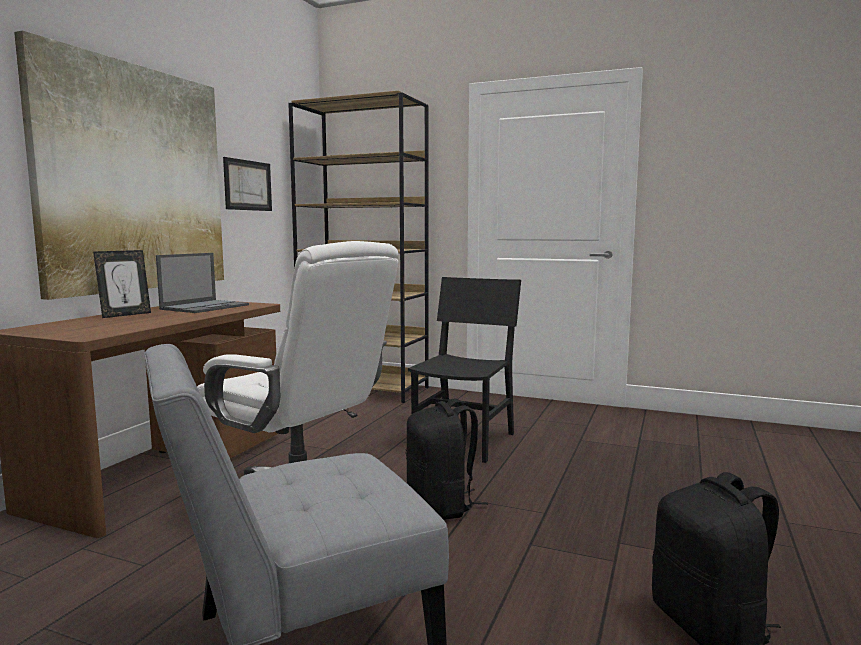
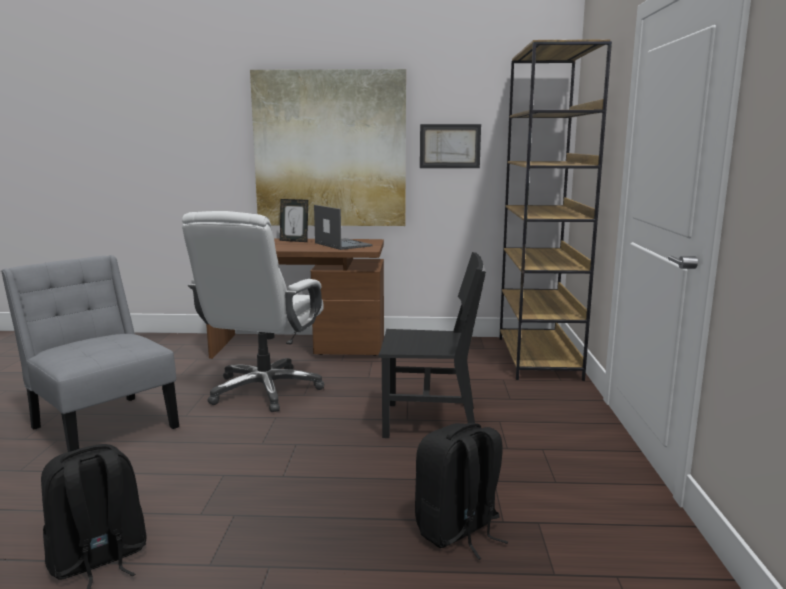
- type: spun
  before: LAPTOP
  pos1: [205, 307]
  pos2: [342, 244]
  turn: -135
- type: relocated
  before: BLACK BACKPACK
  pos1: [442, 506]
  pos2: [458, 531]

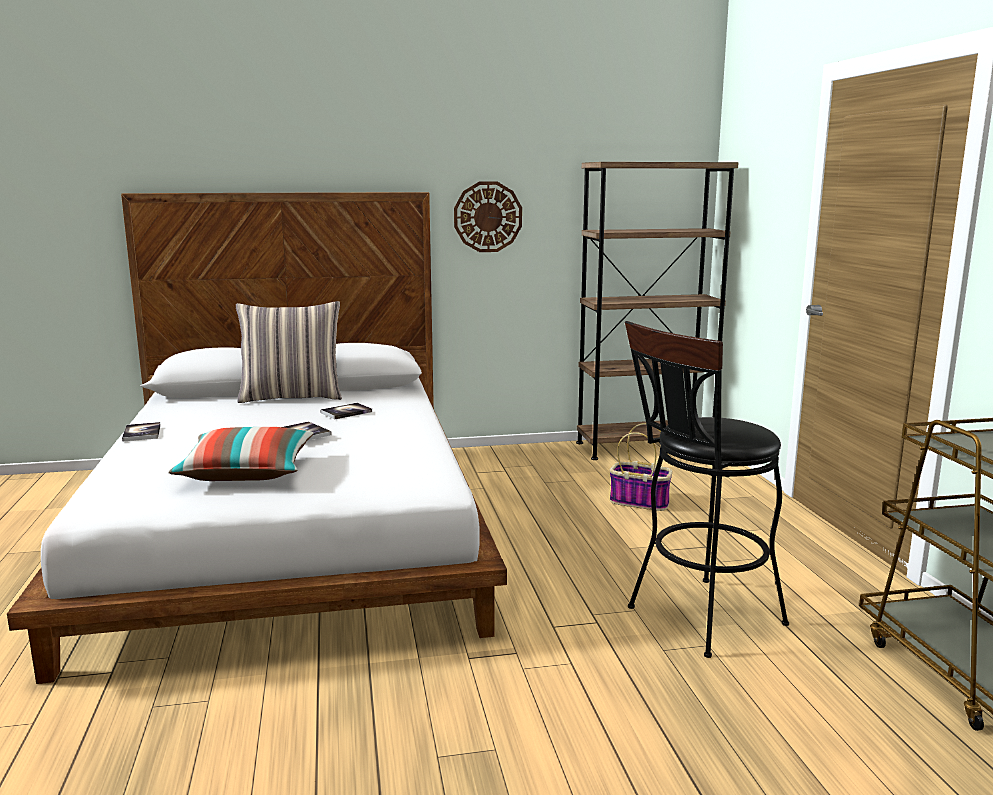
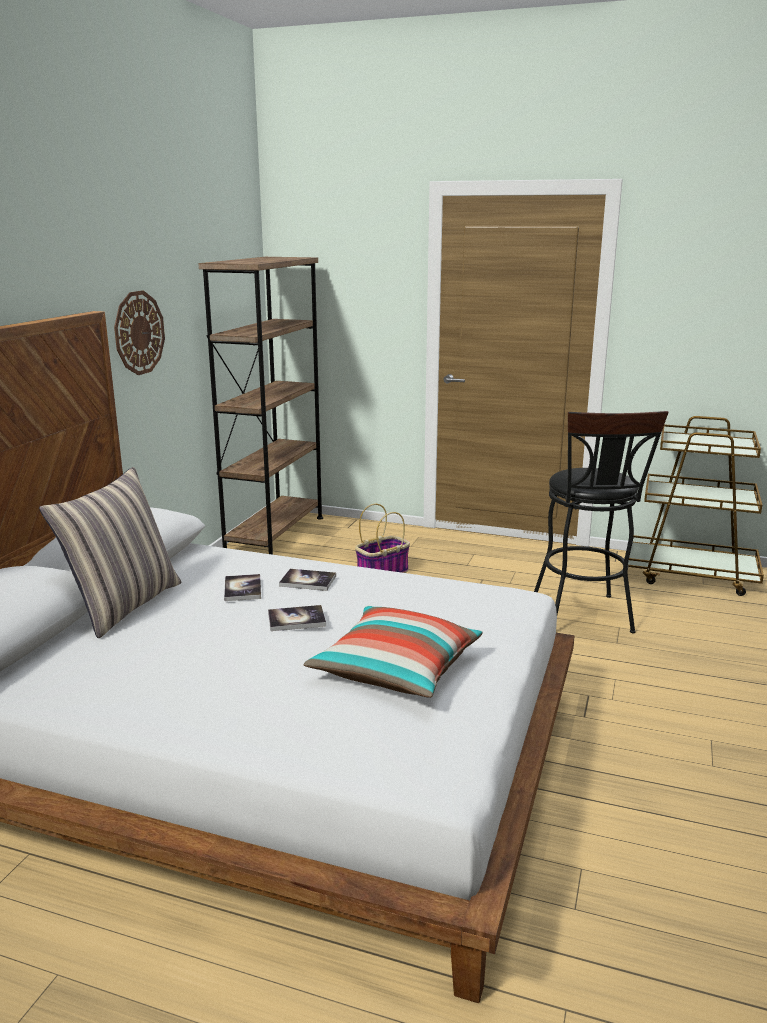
- type: relocated
  before: BOOK
  pos1: [142, 433]
  pos2: [308, 581]

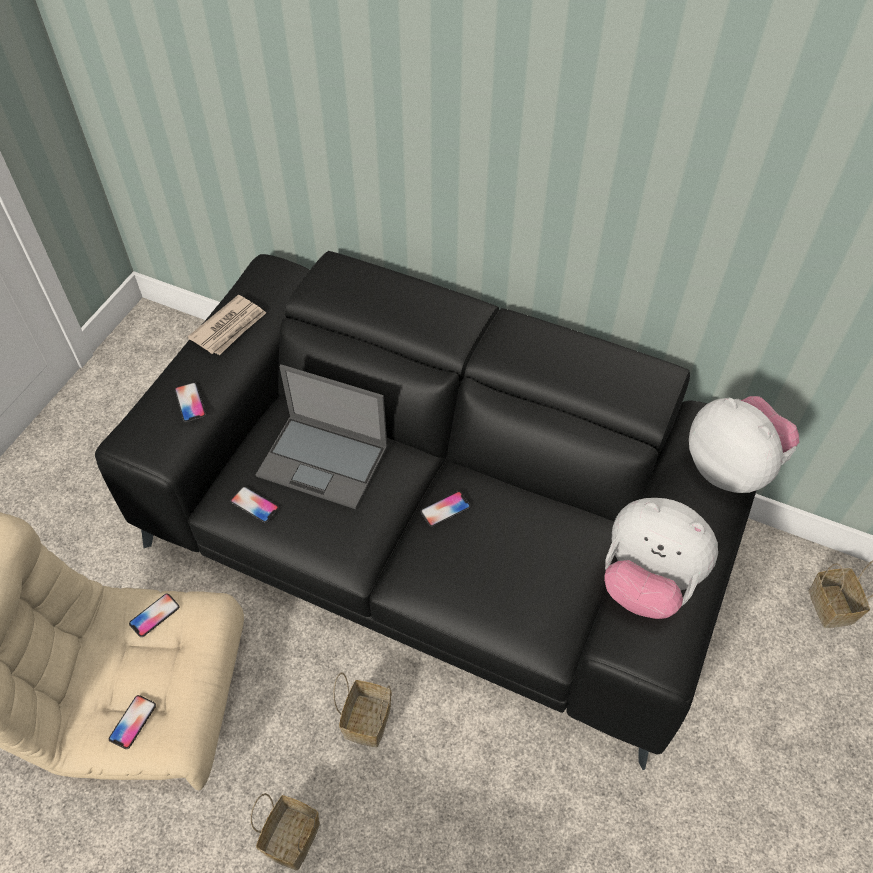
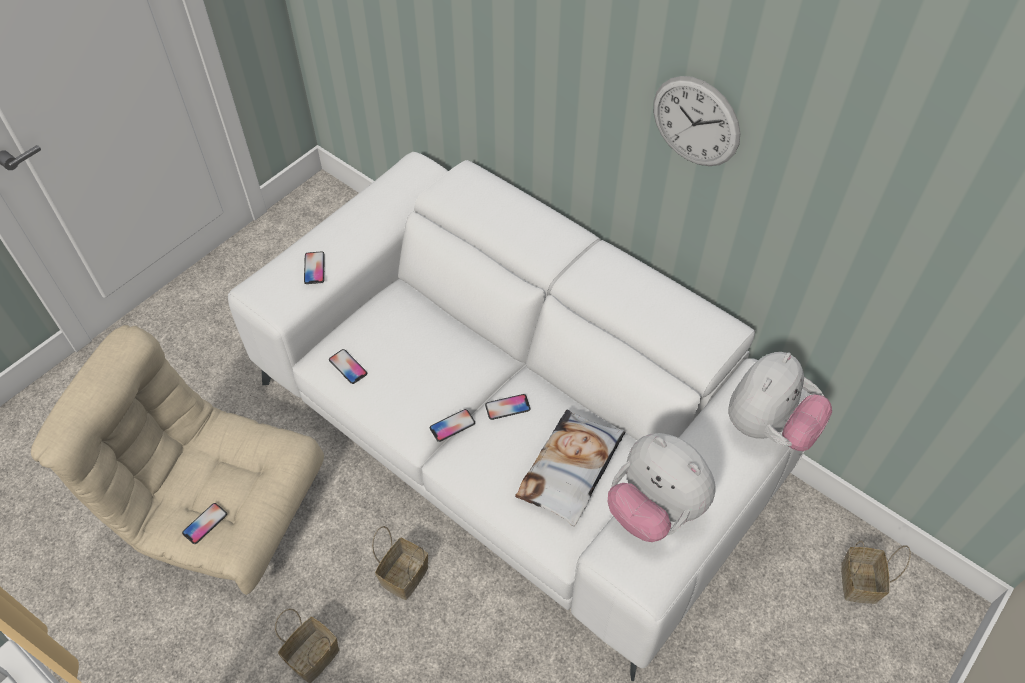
- type: colour
  before: BLACK SOFA
  after: WHITE SOFA
  pos1: [438, 534]
  pos2: [514, 431]
- type: missing
  before: NEWSPAPER
  pos1: [229, 327]
- type: missing
  before: LAPTOP
  pos1: [324, 461]
- type: spun
  before: PLUSH TOY
  pos1: [731, 467]
  pos2: [768, 427]
  turn: 60
- type: relocated
  before: PHONE
  pos1: [154, 615]
  pos2: [452, 426]
- type: appeared
  after: WALL CLOCK
  pos2: [695, 122]
- type: appeared
  after: PILLOW
  pos2: [571, 470]

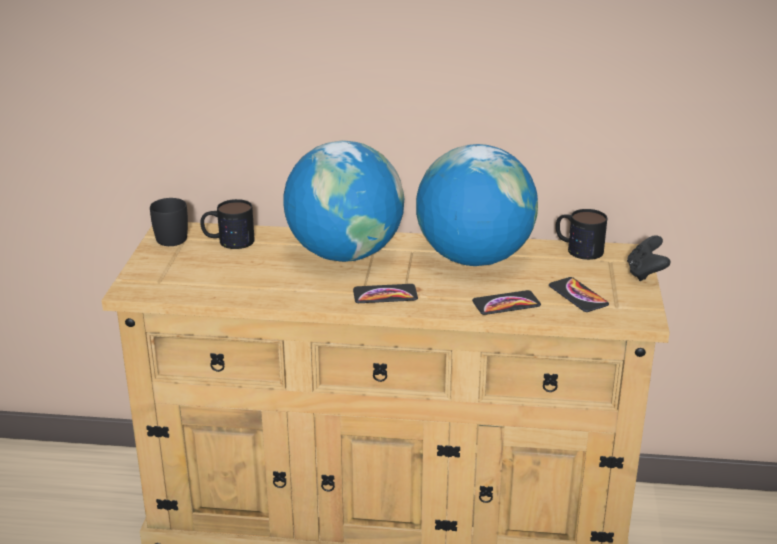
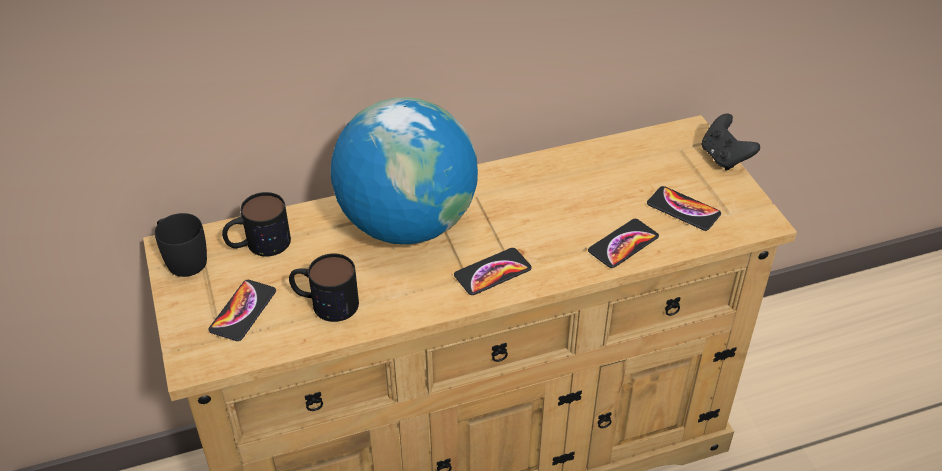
- type: missing
  before: GLOBE
  pos1: [474, 258]
- type: relocated
  before: MUG
  pos1: [577, 248]
  pos2: [325, 303]
- type: appeared
  after: PHONE
  pos2: [243, 311]

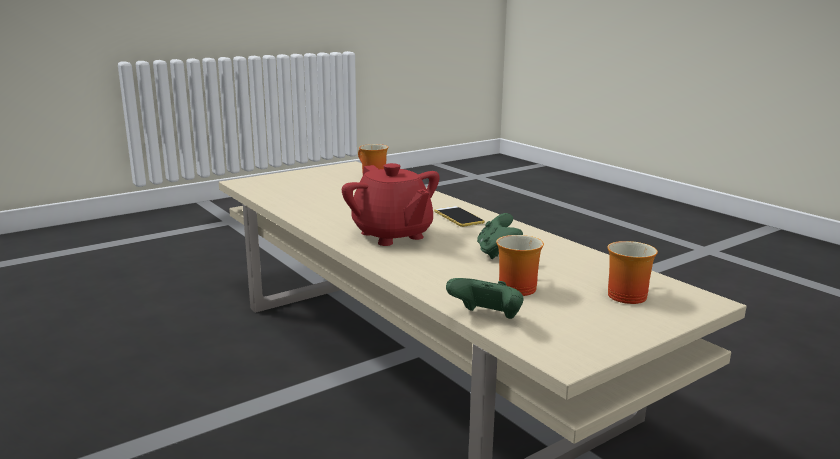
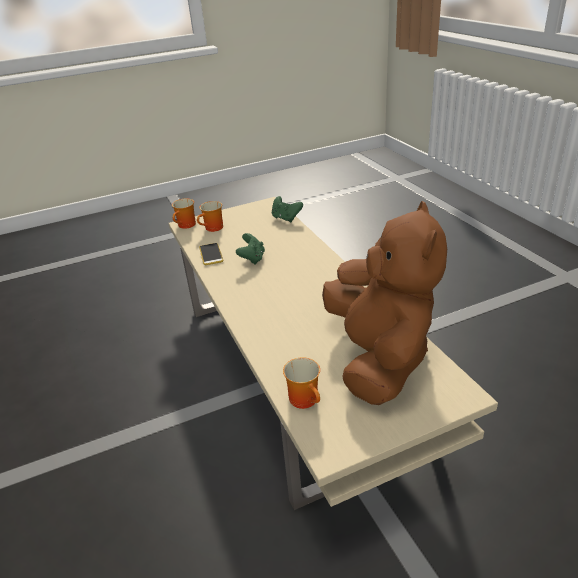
- type: missing
  before: RED TEAPOT
  pos1: [392, 235]
- type: relocated
  before: PHONE
  pos1: [458, 217]
  pos2: [211, 254]
- type: relocated
  before: MUG
  pos1: [514, 286]
  pos2: [187, 225]
- type: appeared
  after: BROWN PLUSH TOY
  pos2: [379, 358]

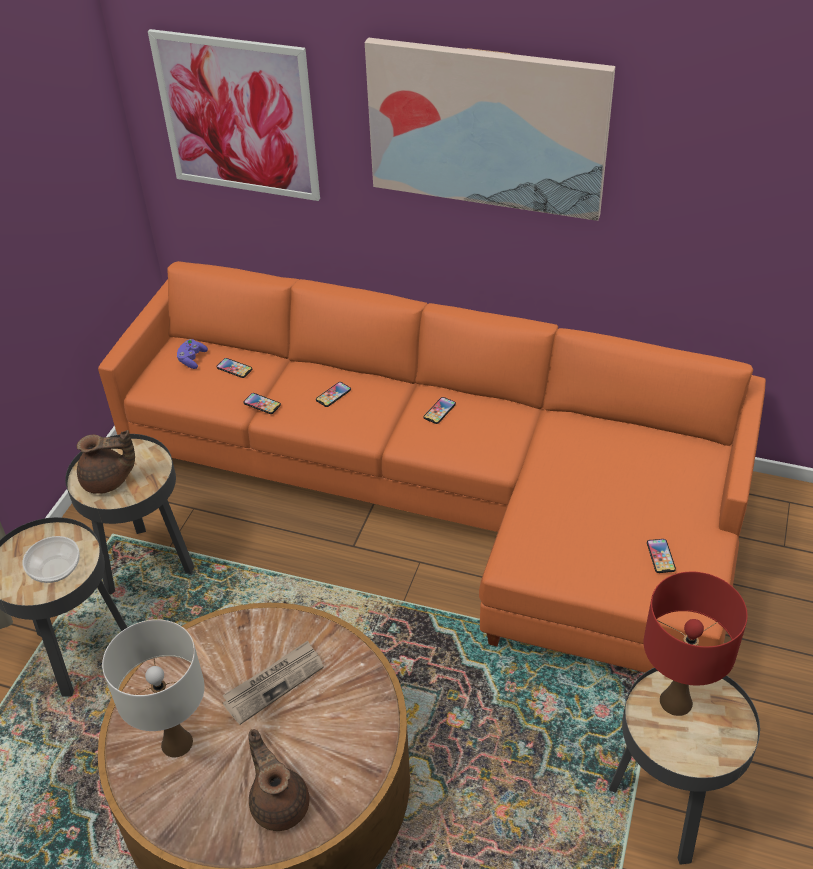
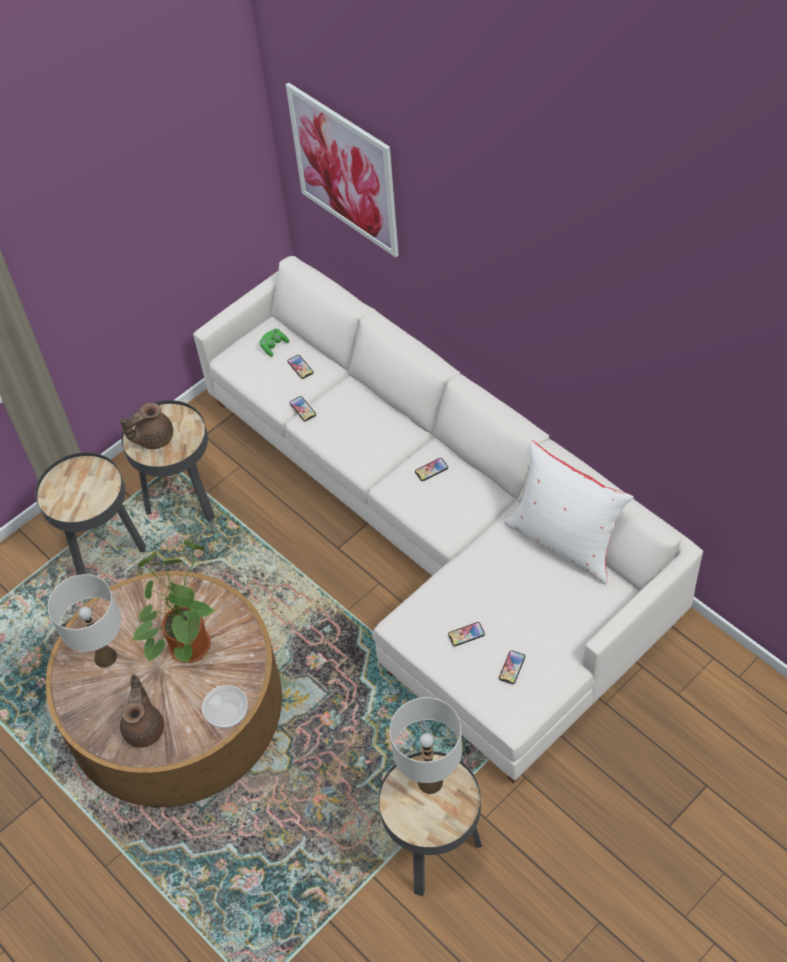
- type: missing
  before: PICTURE
  pos1: [487, 127]
- type: colour
  before: ORANGE SOFA
  after: WHITE SOFA
  pos1: [454, 494]
  pos2: [442, 535]
- type: colour
  before: PURPLE GAME CONTROLLER
  after: GREEN GAME CONTROLLER
  pos1: [192, 359]
  pos2: [274, 346]
- type: relocated
  before: PHONE
  pos1: [333, 395]
  pos2: [466, 634]
- type: spun
  before: BROWN TEAPOT
  pos1: [108, 481]
  pos2: [153, 438]
  turn: 120
- type: relocated
  before: BOWL
  pos1: [56, 569]
  pos2: [227, 712]
- type: colour
  before: RED TABLE LAMP
  after: WHITE TABLE LAMP
  pos1: [676, 702]
  pos2: [430, 782]
- type: exchanged
  before: NEWSPAPER
  after: POTTED PLANT
  pos1: [274, 683]
  pos2: [187, 642]
- type: appeared
  after: WHITE PILLOW
  pos2: [564, 541]

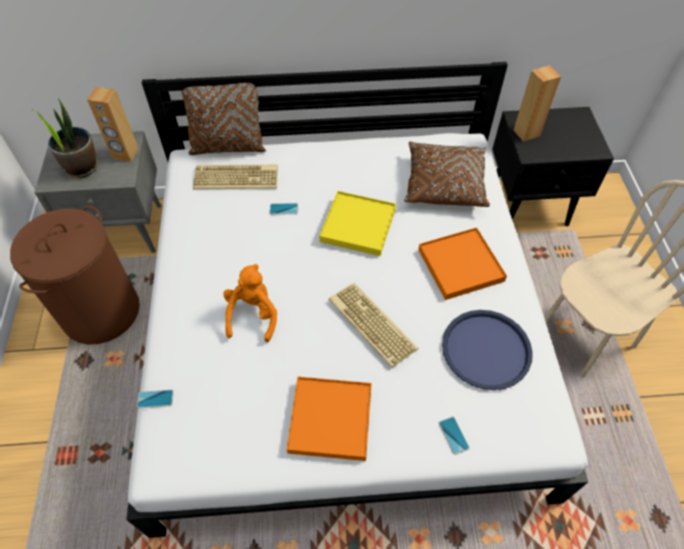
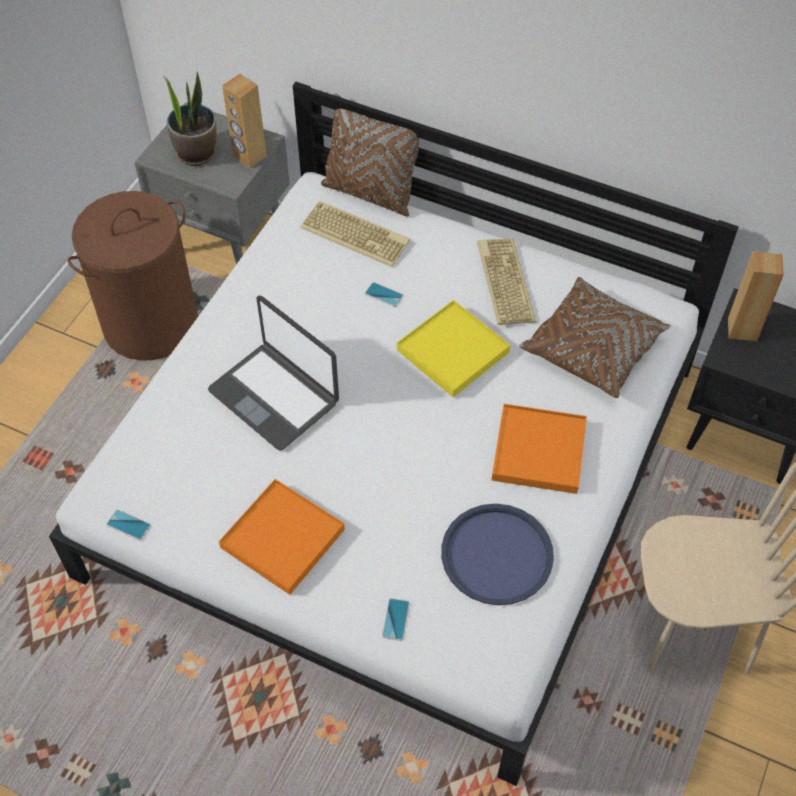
- type: exchanged
  before: ORANGE PLUSH TOY
  after: LAPTOP
  pos1: [253, 315]
  pos2: [275, 396]
- type: relocated
  before: KEYBOARD
  pos1: [370, 324]
  pos2: [503, 281]
- type: relocated
  before: PHONE
  pos1: [155, 399]
  pos2: [128, 525]

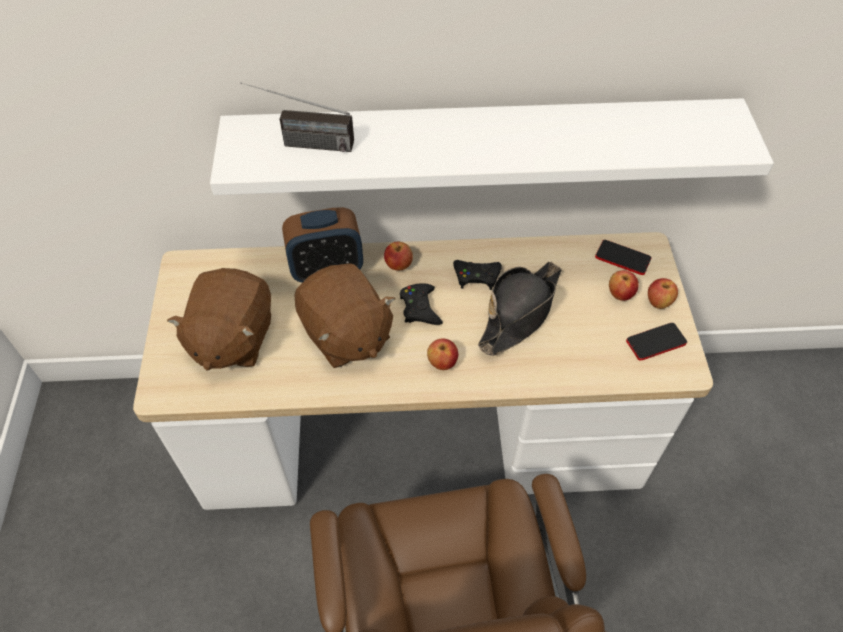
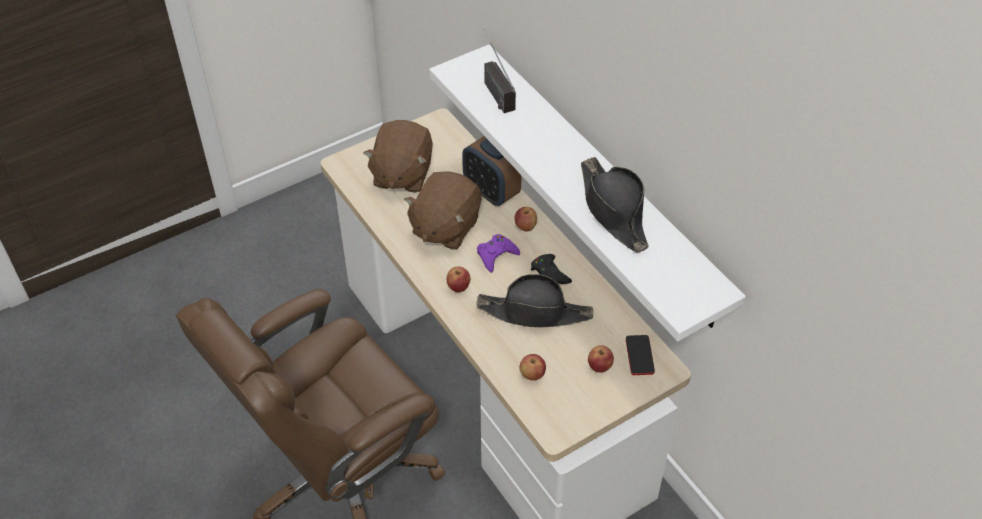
- type: spun
  before: BROWN PLUSH TOY
  pos1: [232, 338]
  pos2: [401, 174]
  turn: -60
- type: relocated
  before: APPLE
  pos1: [658, 302]
  pos2: [532, 374]
- type: colour
  before: BLACK GAME CONTROLLER
  after: PURPLE GAME CONTROLLER
  pos1: [420, 308]
  pos2: [496, 255]
- type: missing
  before: PHONE
  pos1: [656, 342]
- type: appeared
  after: BLACK HAT
  pos2: [613, 210]

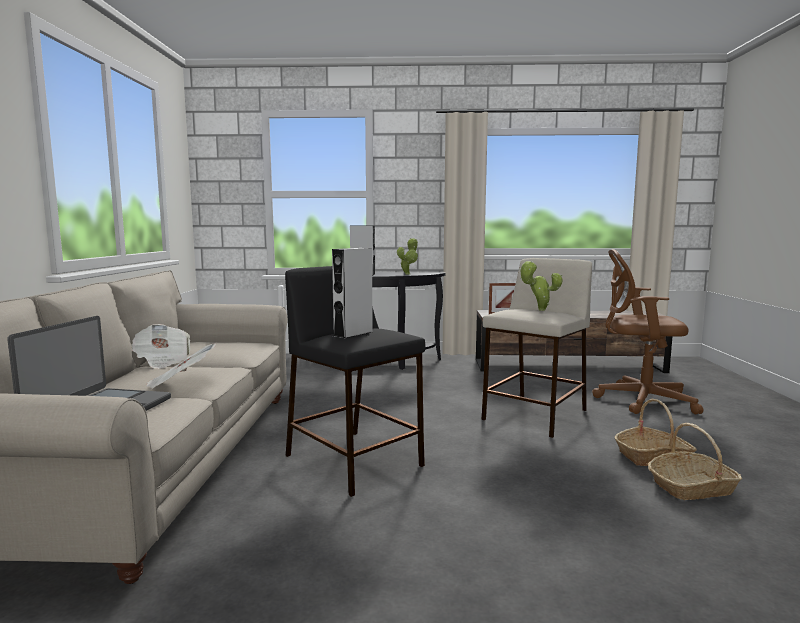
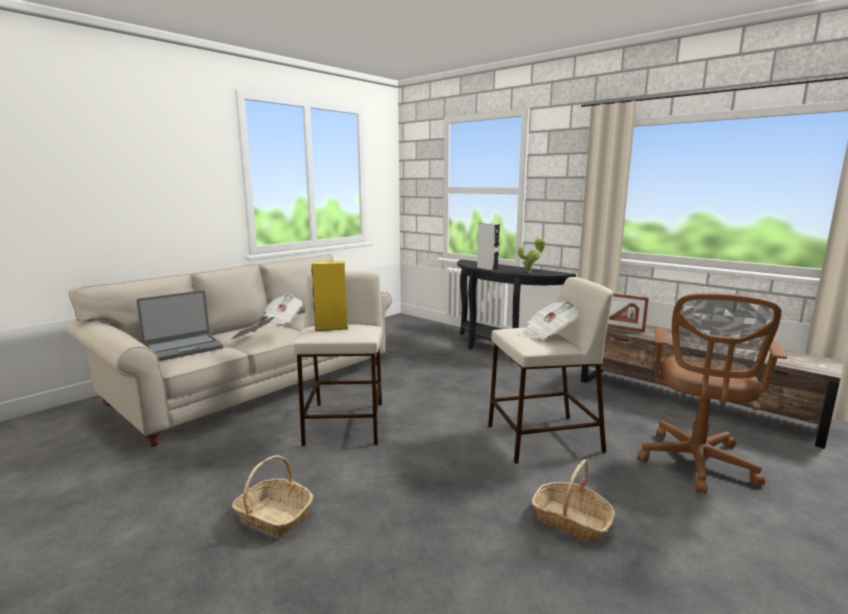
- type: colour
  before: GREY SPEAKER
  after: YELLOW SPEAKER
  pos1: [353, 334]
  pos2: [331, 328]
- type: spun
  before: BROWN OFFICE CHAIR
  pos1: [639, 400]
  pos2: [696, 464]
  turn: -120
- type: exchanged
  before: POTTED PLANT
  after: NEWSPAPER
  pos1: [539, 310]
  pos2: [547, 334]
- type: colour
  before: BLACK STOOL
  after: BEIGE STOOL
  pos1: [355, 461]
  pos2: [345, 424]
- type: relocated
  before: BASKET
  pos1: [692, 487]
  pos2: [273, 516]

